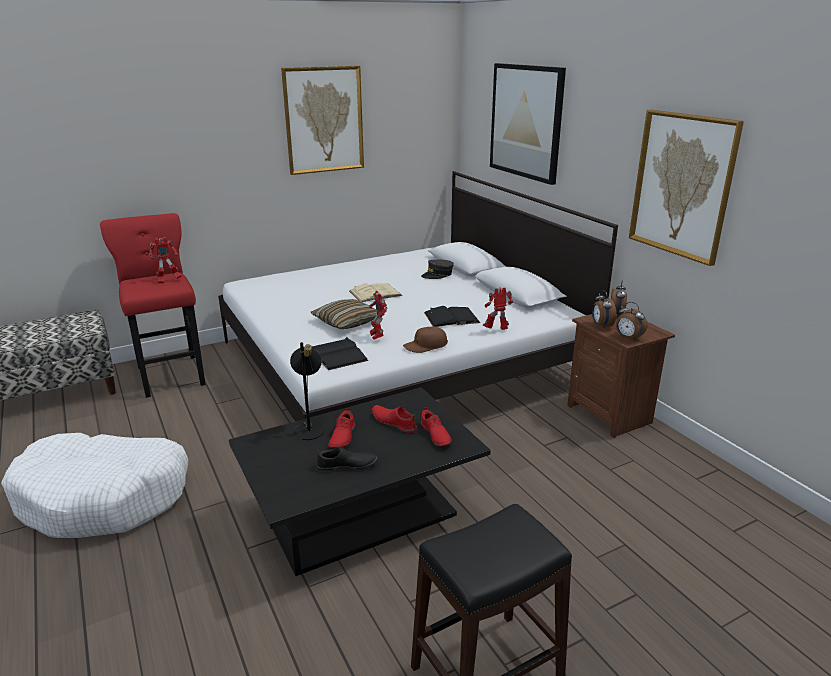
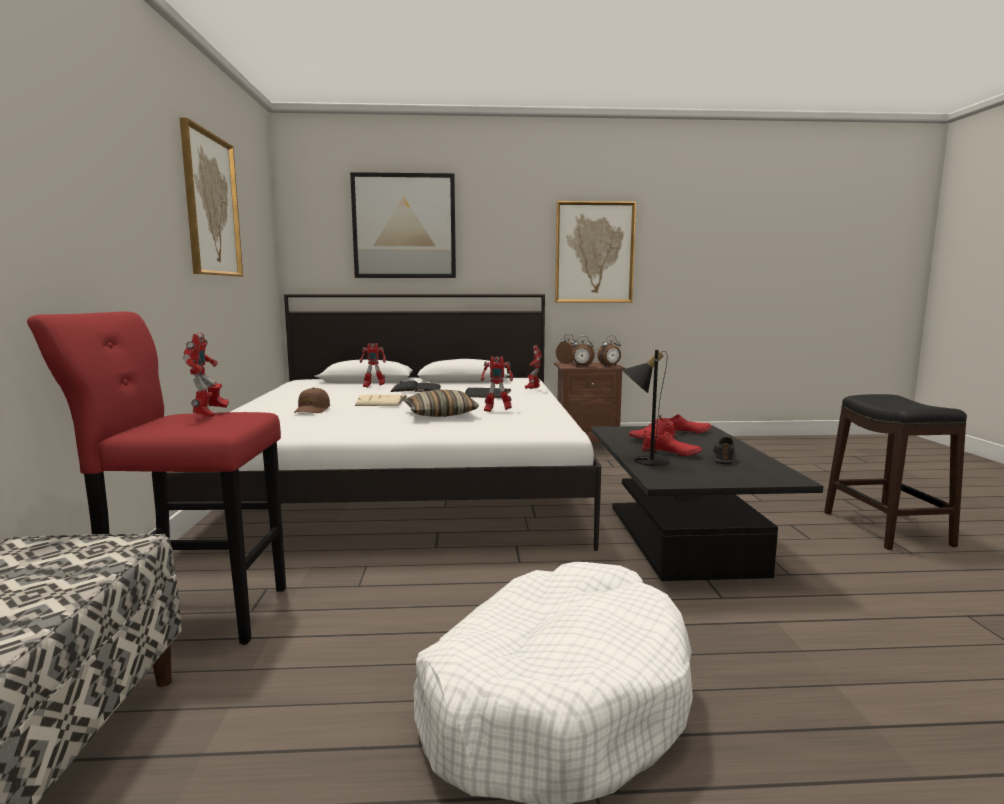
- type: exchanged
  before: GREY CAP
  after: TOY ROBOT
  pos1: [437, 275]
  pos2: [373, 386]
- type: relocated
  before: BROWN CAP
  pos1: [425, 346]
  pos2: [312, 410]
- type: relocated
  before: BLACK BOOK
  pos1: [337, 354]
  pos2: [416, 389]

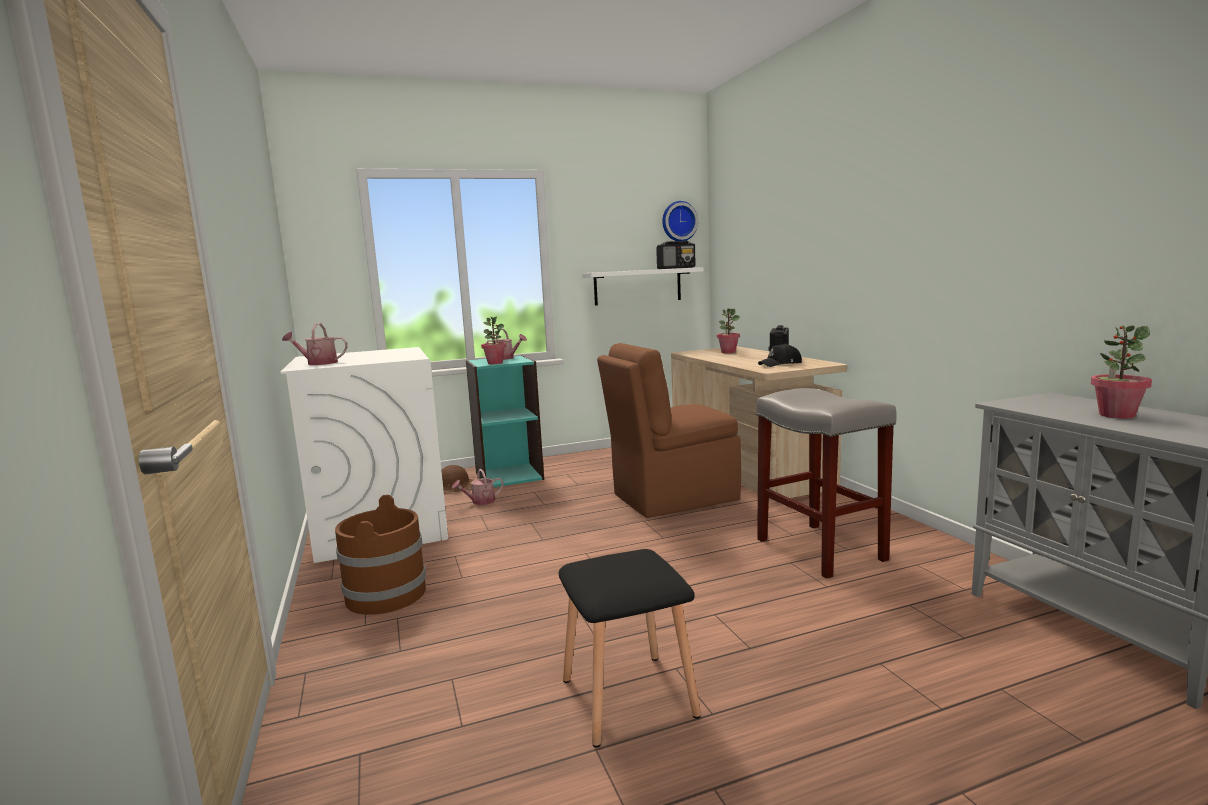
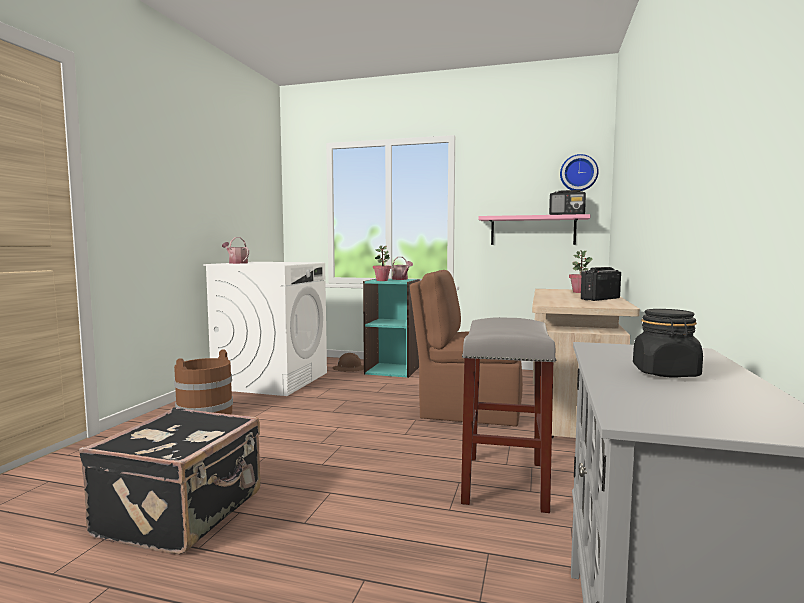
- type: colour
  before: WHITE SHELF
  after: PINK SHELF
  pos1: [638, 286]
  pos2: [532, 230]
- type: exchanged
  before: POTTED PLANT
  after: BLACK JAR
  pos1: [1116, 415]
  pos2: [665, 373]
- type: missing
  before: BLACK CAP
  pos1: [781, 364]
- type: missing
  before: WATERING CAN
  pos1: [480, 502]
- type: exchanged
  before: BLACK STOOL
  after: BLACK SUITCASE
  pos1: [626, 696]
  pos2: [184, 514]

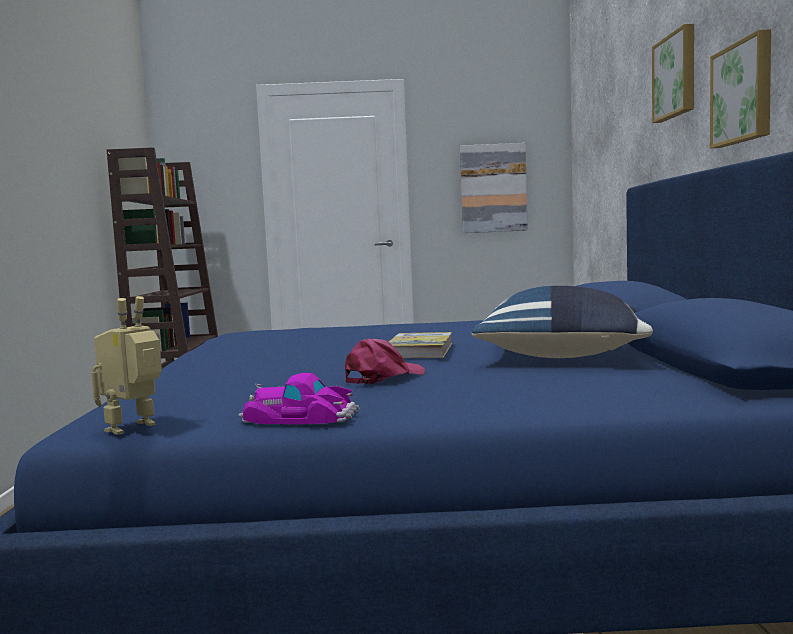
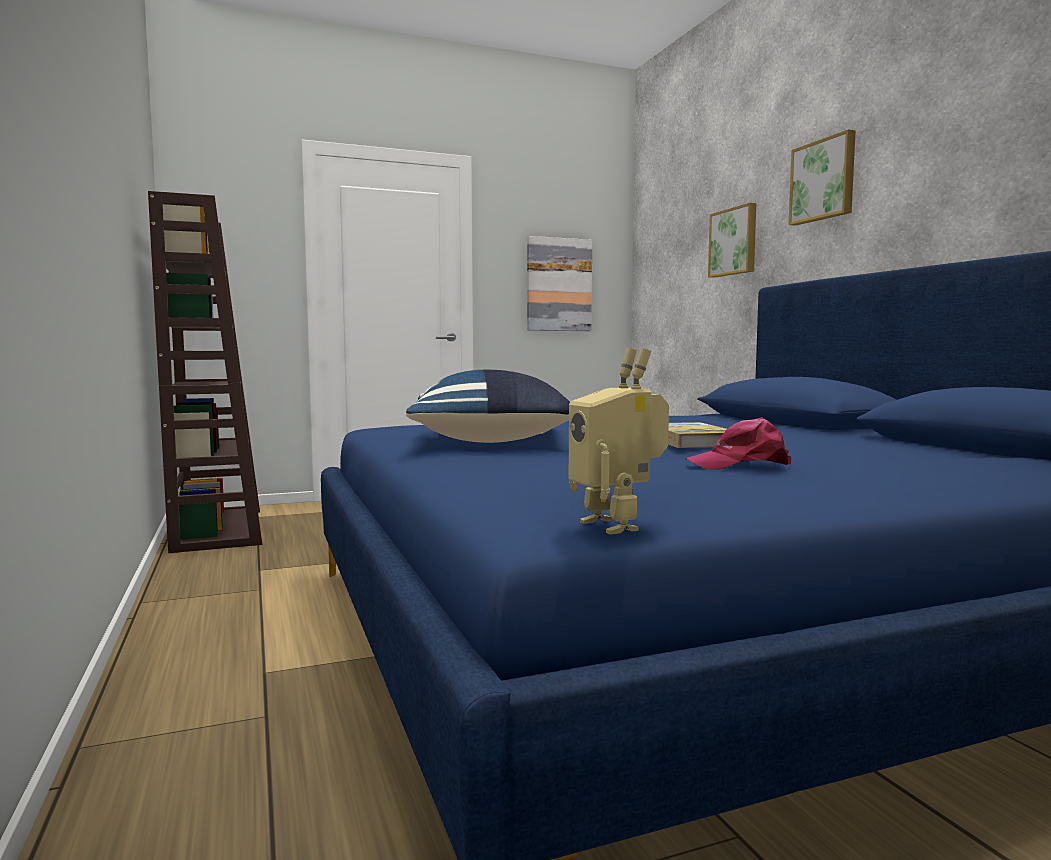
- type: relocated
  before: PICTURE
  pos1: [744, 93]
  pos2: [734, 242]
- type: relocated
  before: BLUE PILLOW
  pos1: [562, 356]
  pos2: [493, 441]
- type: spun
  before: TOY ROBOT
  pos1: [134, 428]
  pos2: [618, 524]
  turn: -45
- type: spun
  before: PINK CAP
  pos1: [383, 377]
  pos2: [740, 465]
  turn: -120
- type: missing
  before: TOY CAR
  pos1: [299, 416]

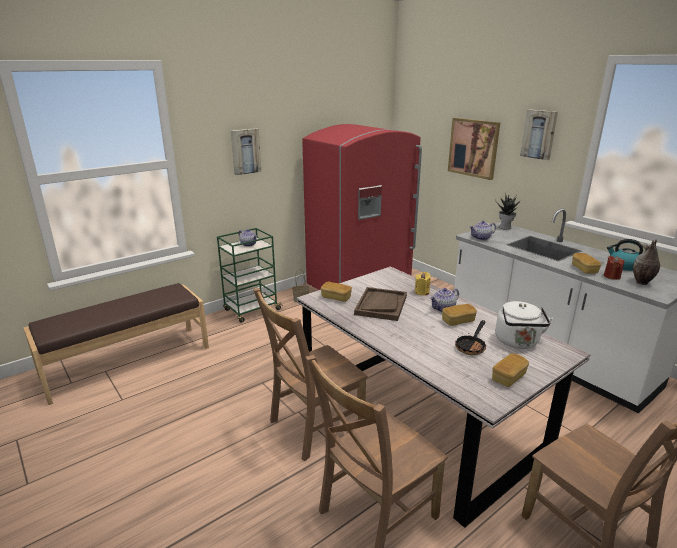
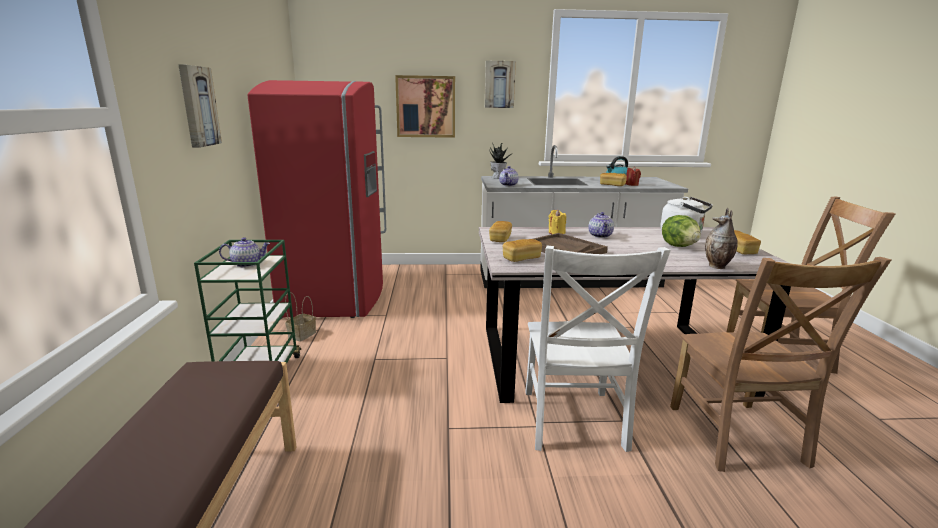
- type: relocated
  before: VASE
  pos1: [641, 282]
  pos2: [717, 266]
- type: colour
  before: BROWN CHAIR
  after: WHITE CHAIR
  pos1: [313, 426]
  pos2: [573, 422]
- type: relocated
  before: BREAD
  pos1: [458, 321]
  pos2: [500, 239]
- type: exchanged
  before: FRYING PAN
  after: LETTUCE
  pos1: [471, 346]
  pos2: [679, 246]

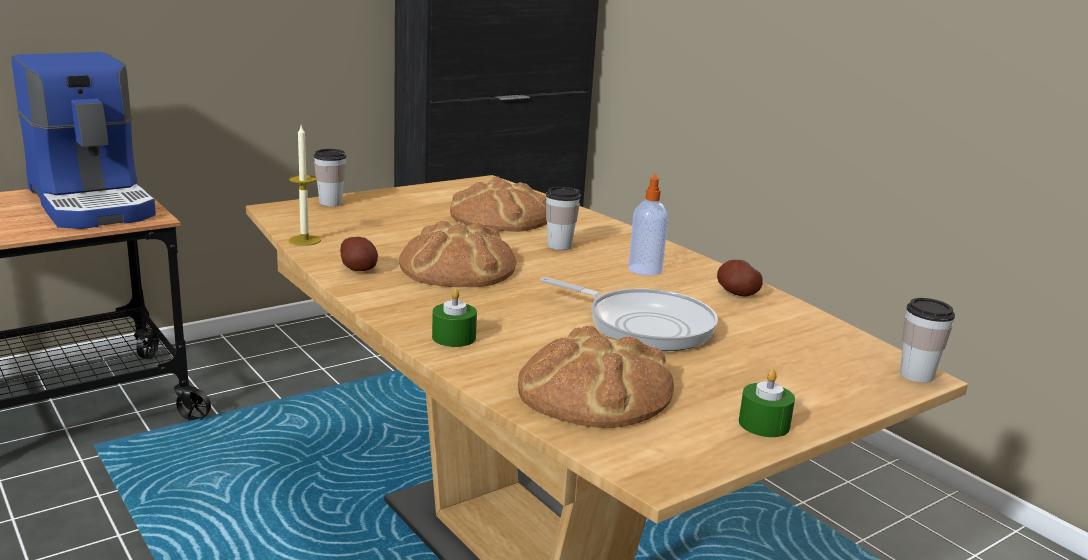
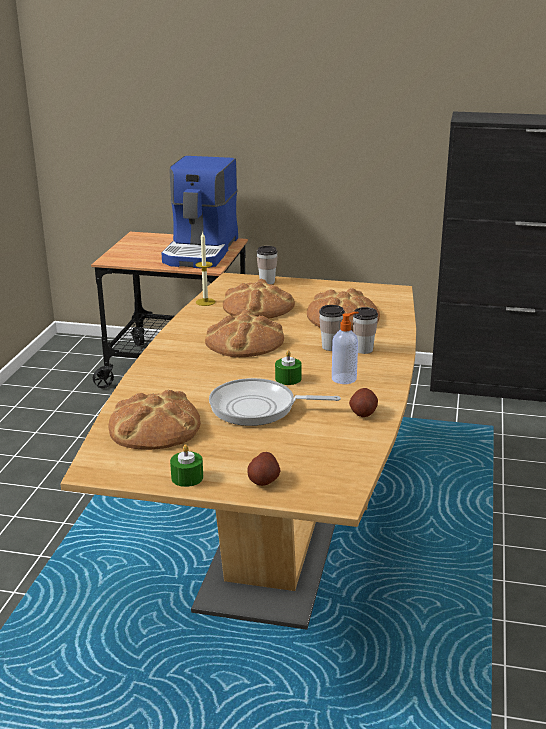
- type: relocated
  before: POTATO
  pos1: [359, 269]
  pos2: [264, 480]
- type: spun
  before: FRYING PAN
  pos1: [643, 325]
  pos2: [258, 408]
  turn: 105
- type: relocated
  before: GREEN CANDLE
  pos1: [454, 337]
  pos2: [288, 379]
- type: relocated
  before: CUP
  pos1: [916, 375]
  pos2: [364, 350]
- type: appeared
  after: BREAD
  pos2: [257, 307]

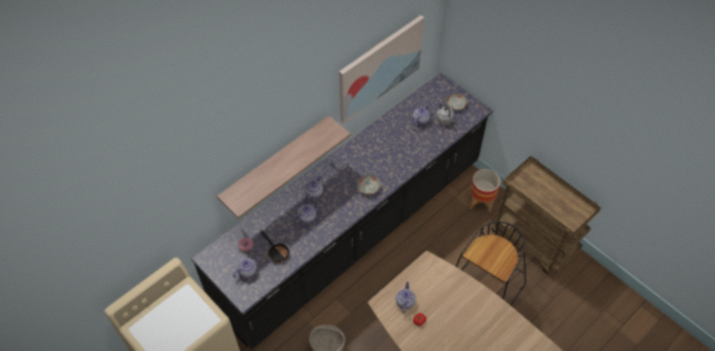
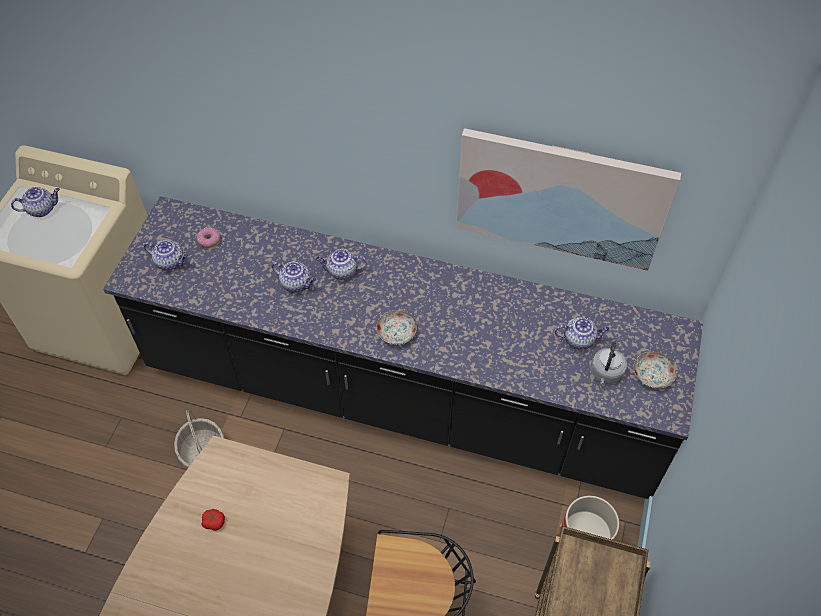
- type: missing
  before: SHELF
  pos1: [276, 162]
- type: missing
  before: FRYING PAN
  pos1: [277, 252]
- type: relocated
  before: TEAPOT
  pos1: [405, 301]
  pos2: [42, 209]

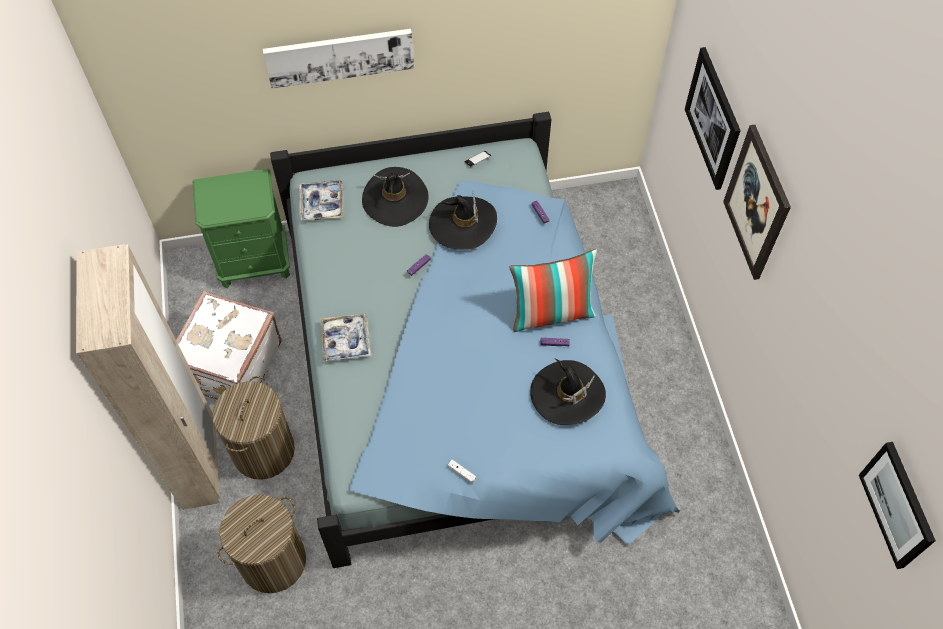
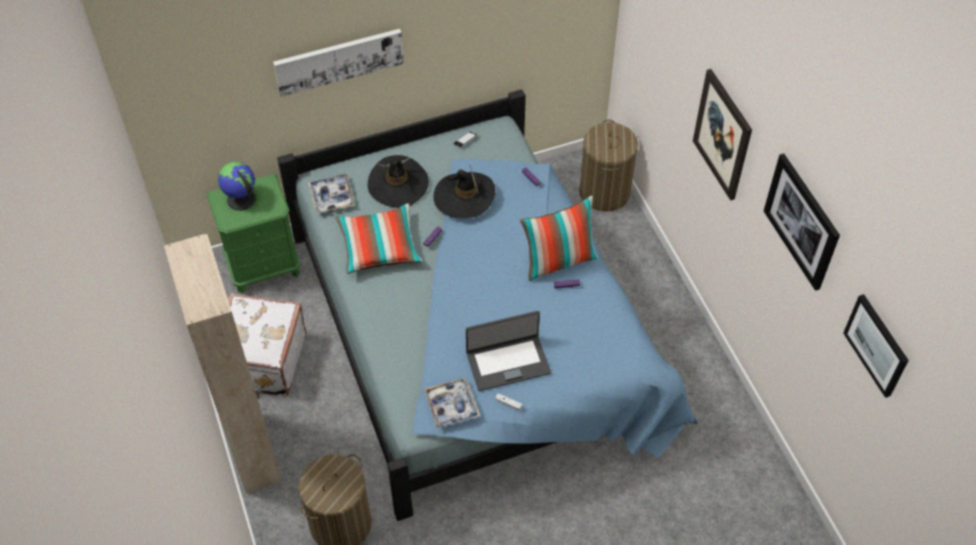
- type: relocated
  before: PICTURE
  pos1: [713, 118]
  pos2: [802, 221]
- type: relocated
  before: TRAY
  pos1: [346, 340]
  pos2: [452, 406]
- type: missing
  before: BLACK HAT
  pos1: [567, 394]
- type: relocated
  before: LAUNDRY BASKET
  pos1: [263, 450]
  pos2: [604, 192]
- type: appeared
  after: GLOBE
  pos2: [241, 200]
- type: appeared
  after: PILLOW
  pos2: [379, 247]
- type: appeared
  after: LAPTOP
  pos2: [508, 362]

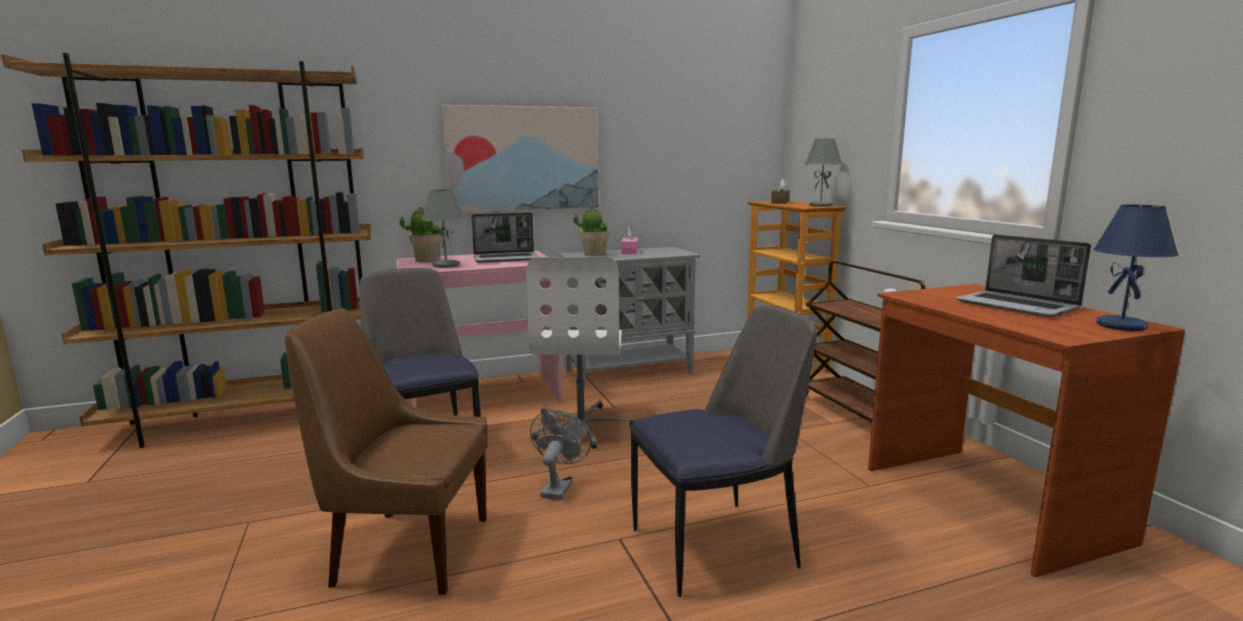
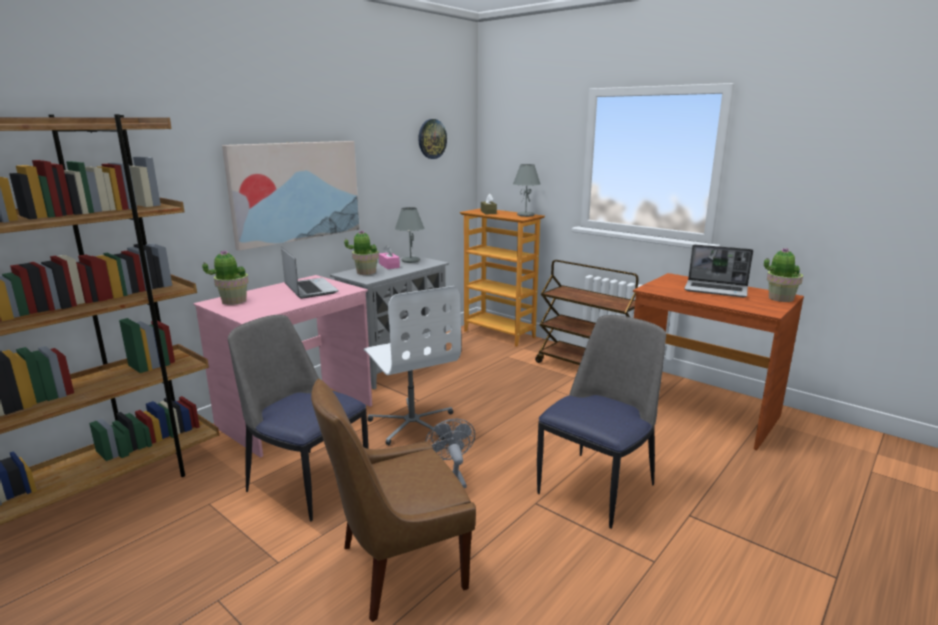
- type: relocated
  before: GREY TABLE LAMP
  pos1: [446, 265]
  pos2: [410, 261]
- type: exchanged
  before: BLUE TABLE LAMP
  after: POTTED PLANT
  pos1: [1122, 326]
  pos2: [780, 298]
- type: spun
  before: LAPTOP
  pos1: [506, 259]
  pos2: [309, 289]
  turn: -75
- type: appeared
  after: WALL CLOCK
  pos2: [432, 139]

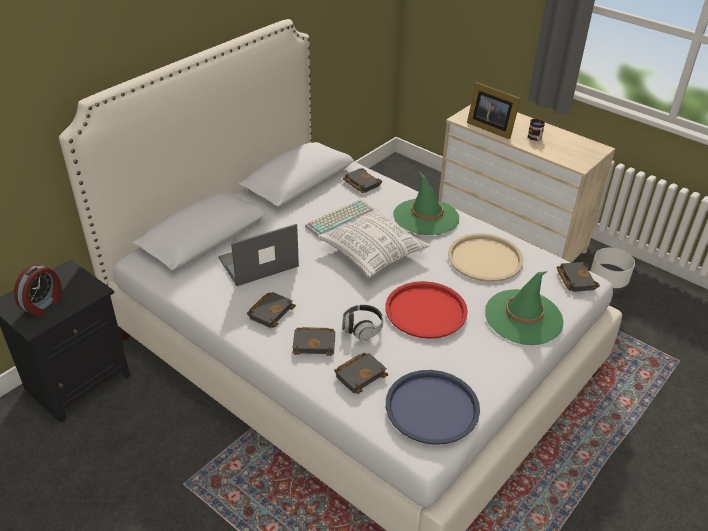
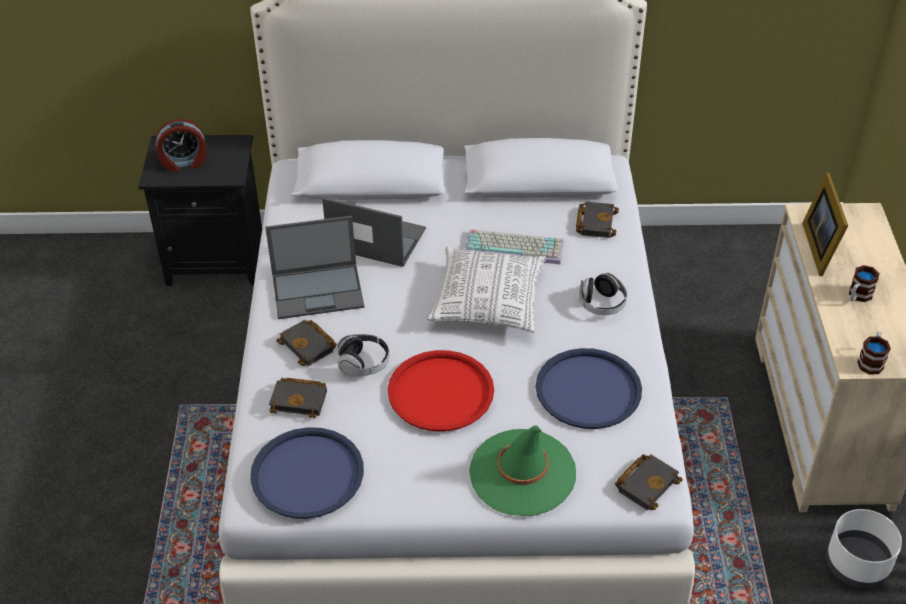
- type: exchanged
  before: GREEN HAT
  after: HEADPHONES
  pos1: [426, 217]
  pos2: [601, 304]
- type: colour
  before: BEIGE TRAY
  after: BLUE TRAY
  pos1: [485, 258]
  pos2: [588, 390]
- type: exchanged
  before: BLACK BOOK
  after: LAPTOP
  pos1: [270, 311]
  pos2: [319, 291]
- type: appeared
  after: MUG
  pos2: [871, 361]

